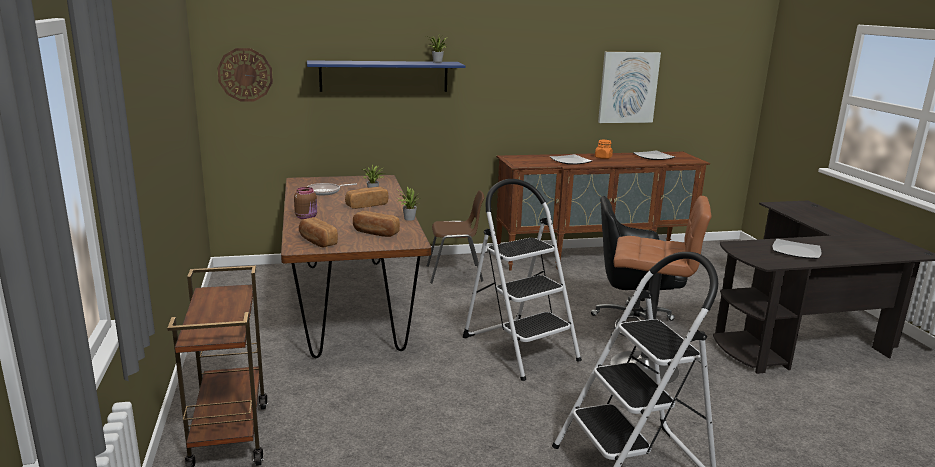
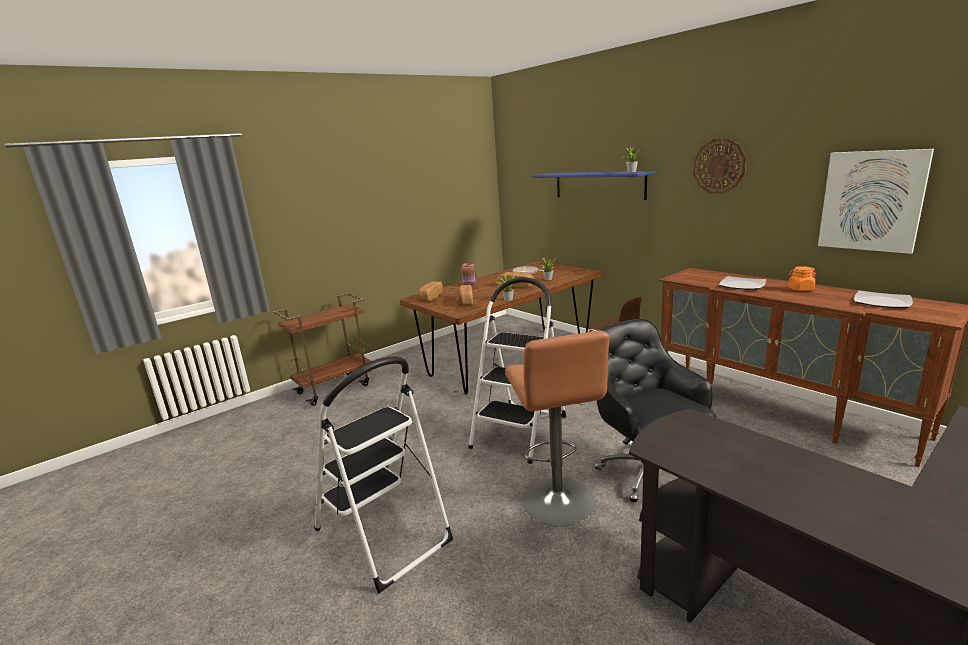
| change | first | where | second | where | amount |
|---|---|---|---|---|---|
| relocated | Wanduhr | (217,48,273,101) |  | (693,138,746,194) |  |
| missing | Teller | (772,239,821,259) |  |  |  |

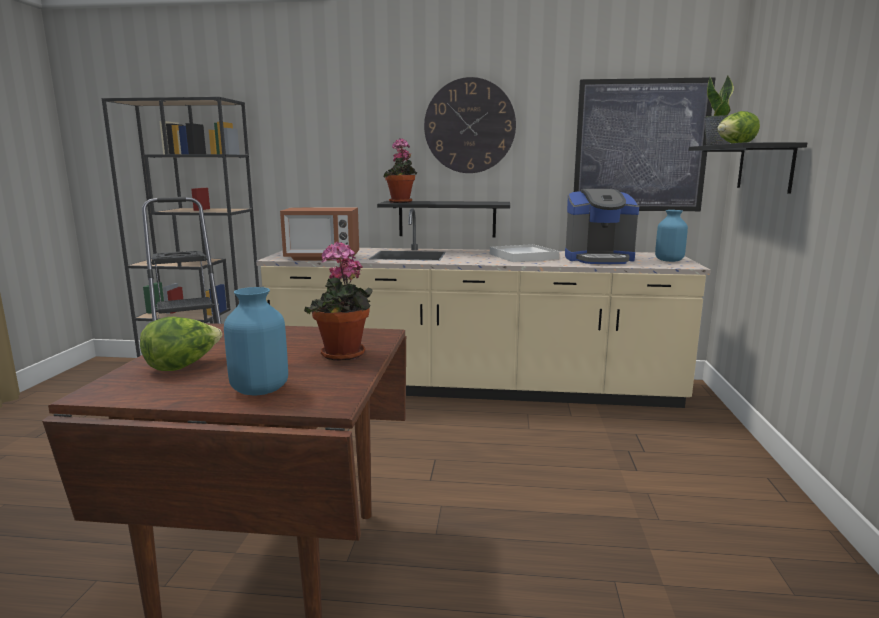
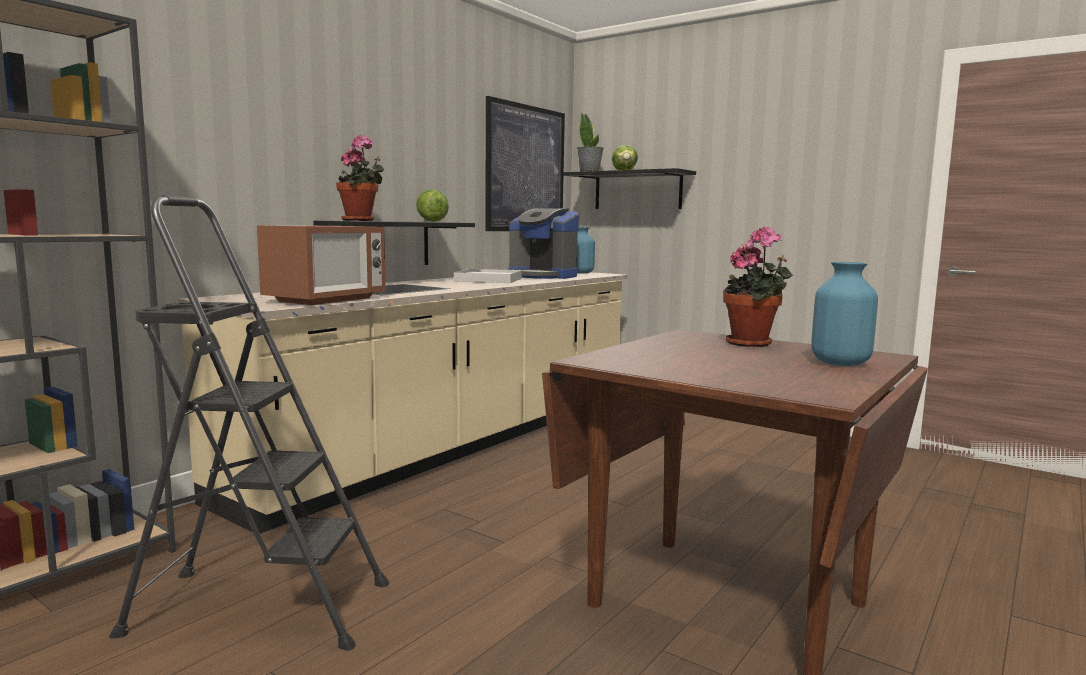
| change | first | where | second | where | amount |
|---|---|---|---|---|---|
| relocated | Salatkopf | (140,317,222,371) |  | (416,189,449,222) |  |
| spun | Kaffeemaschine | (565,189,639,264) |  | (509,208,579,279) | 90 degrees clockwise |
| missing | Wanduhr | (424,77,516,173) |  |  |  |

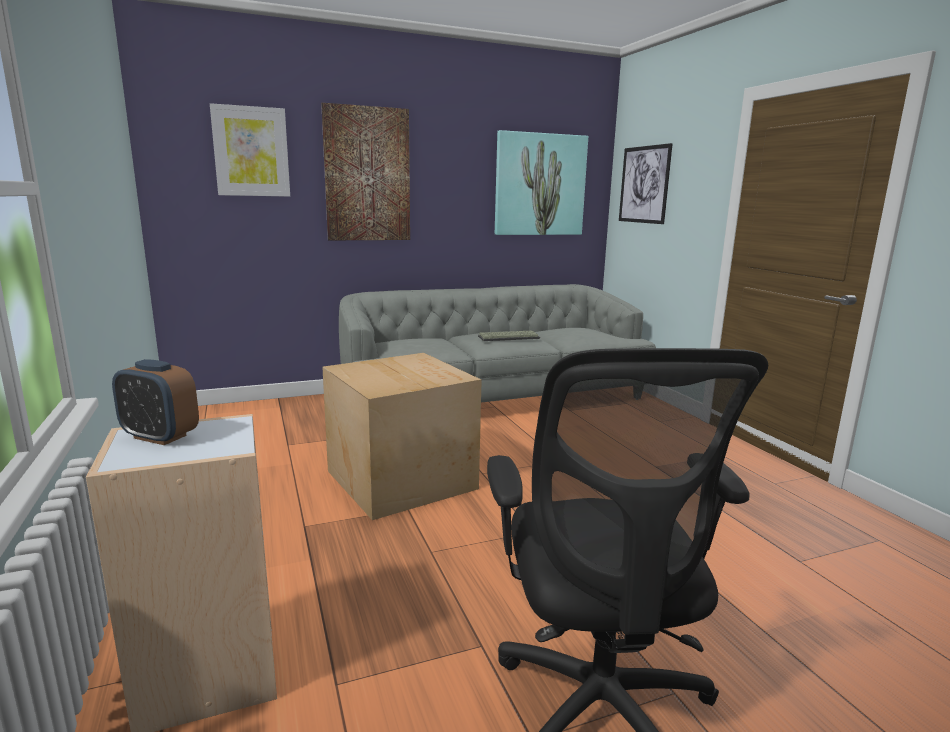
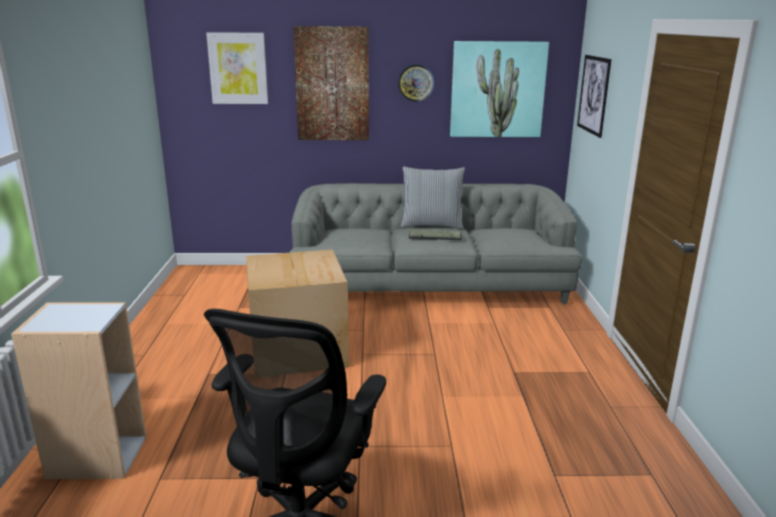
| change | first | where | second | where | amount |
|---|---|---|---|---|---|
| appeared |  |  | Wanduhr | (398,64,434,102) |  |
| appeared |  |  | Kissen | (401,167,465,229) |  |
| missing | Wecker | (112,359,199,445) |  |  |  |

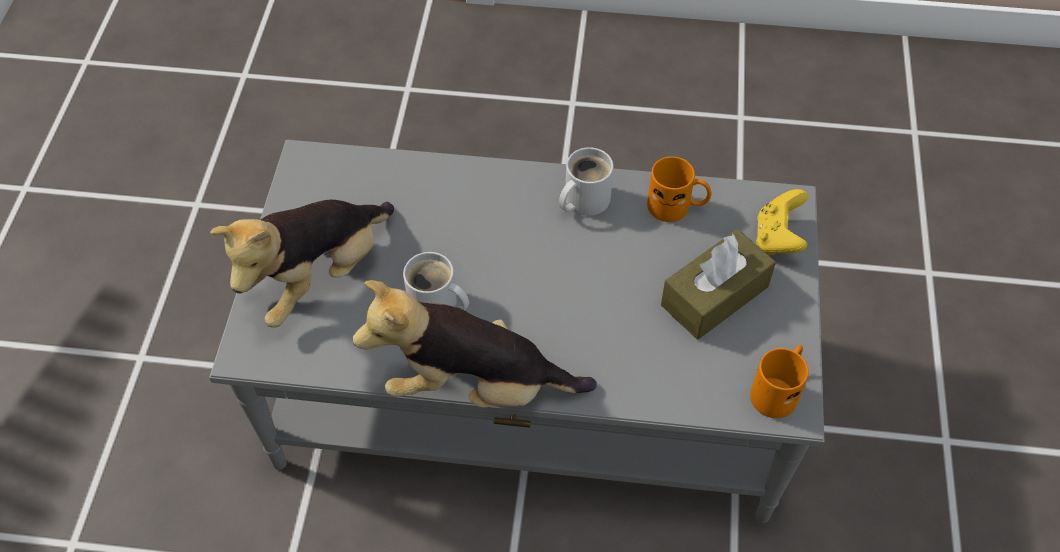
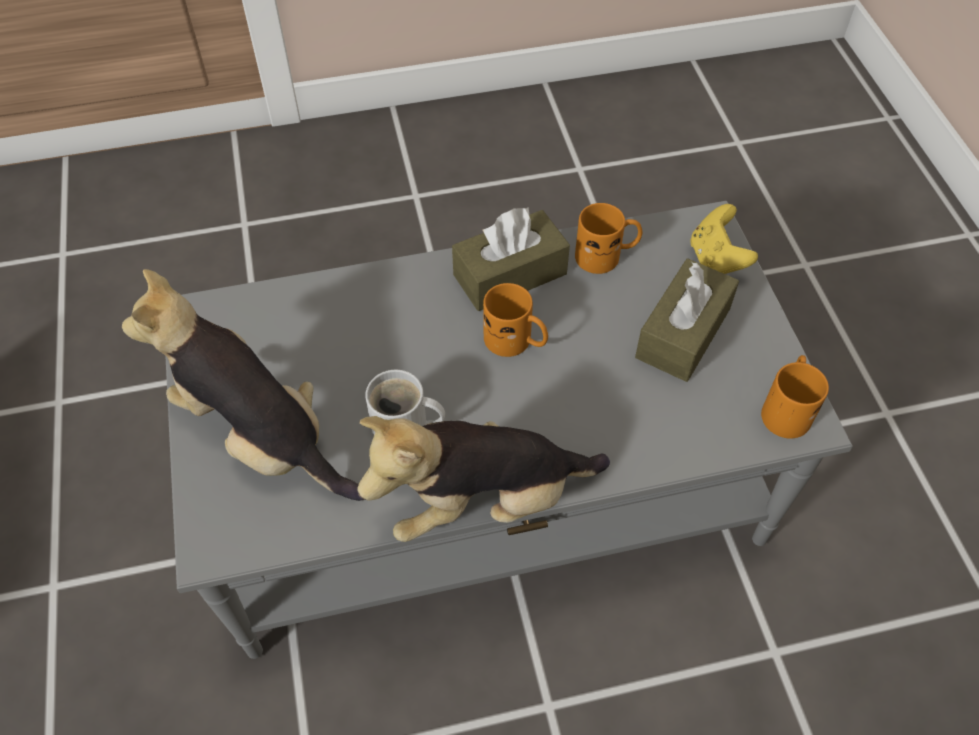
| change | first | where | second | where | amount |
|---|---|---|---|---|---|
| spun | Plüschtier | (210,200,394,327) |  | (122,269,364,501) | 105 degrees clockwise |
| exchanged | Henkelbecher (weiß) | (559,147,614,216) | Taschentuchbox (braun) | (452,207,570,311) |  |
| appeared |  |  | Henkelbecher (orange) | (483,283,548,357) |  |

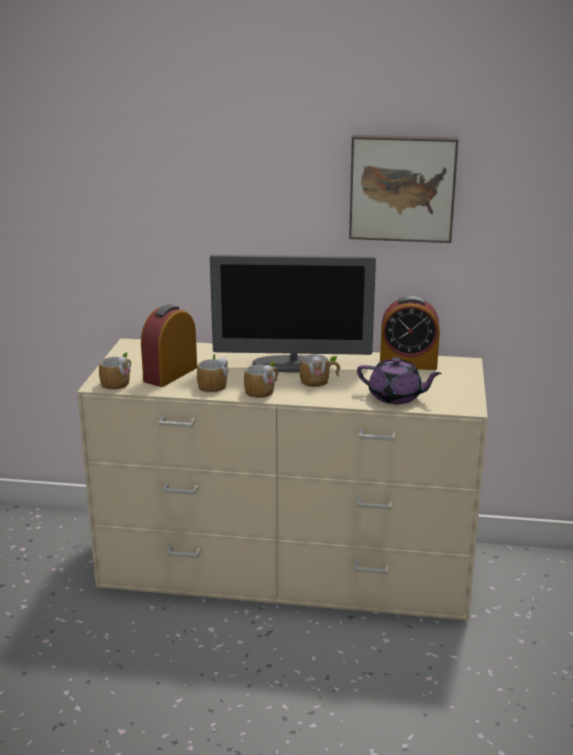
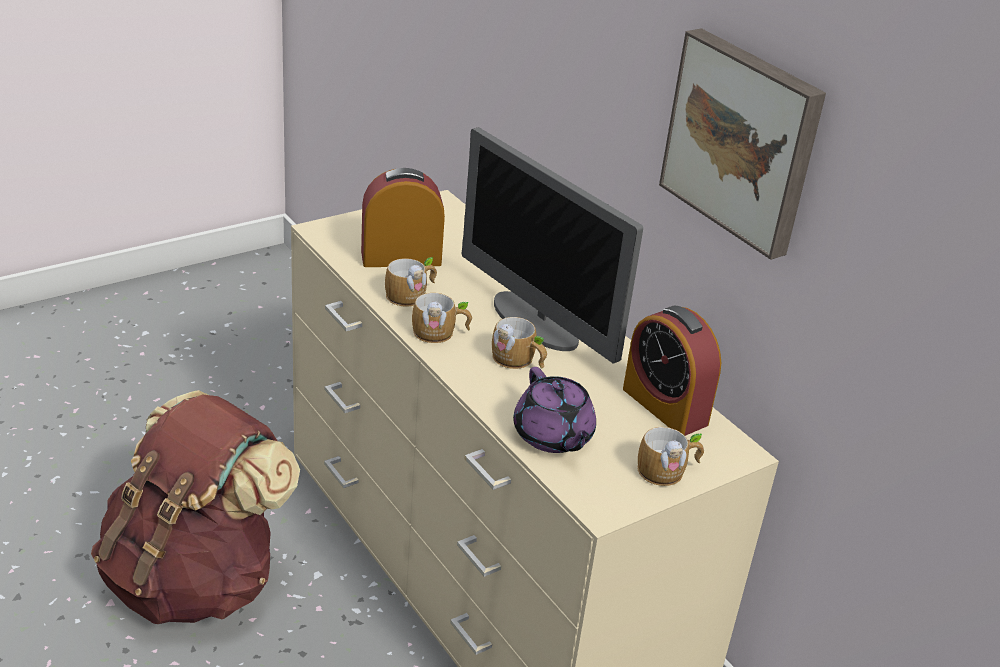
| change | first | where | second | where | amount |
|---|---|---|---|---|---|
| appeared |  |  | Rucksack (braun) | (91,390,300,624) |  |
| relocated | Henkelbecher | (99,352,131,390) |  | (637,427,704,486) |  |

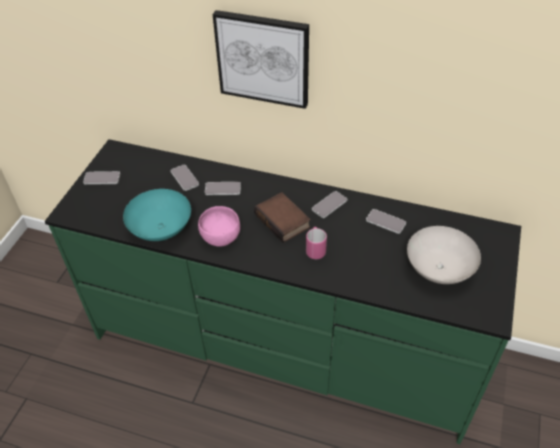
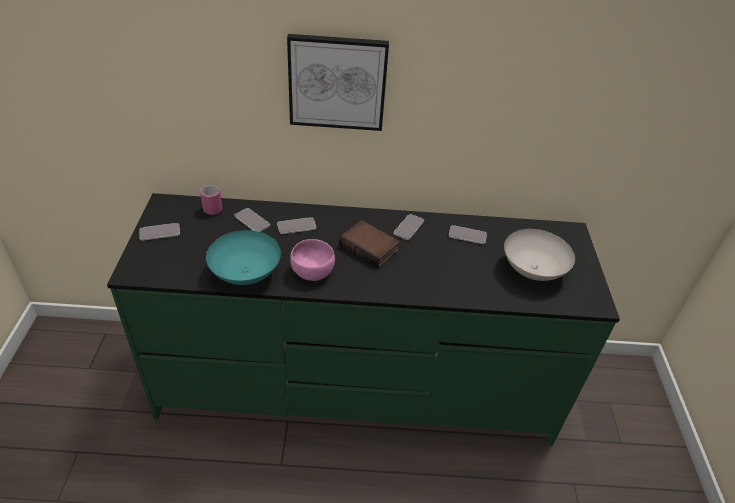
| change | first | where | second | where | amount |
|---|---|---|---|---|---|
| relocated | Henkelbecher (rosa) | (306,227,327,259) |  | (200,185,222,215) |  |

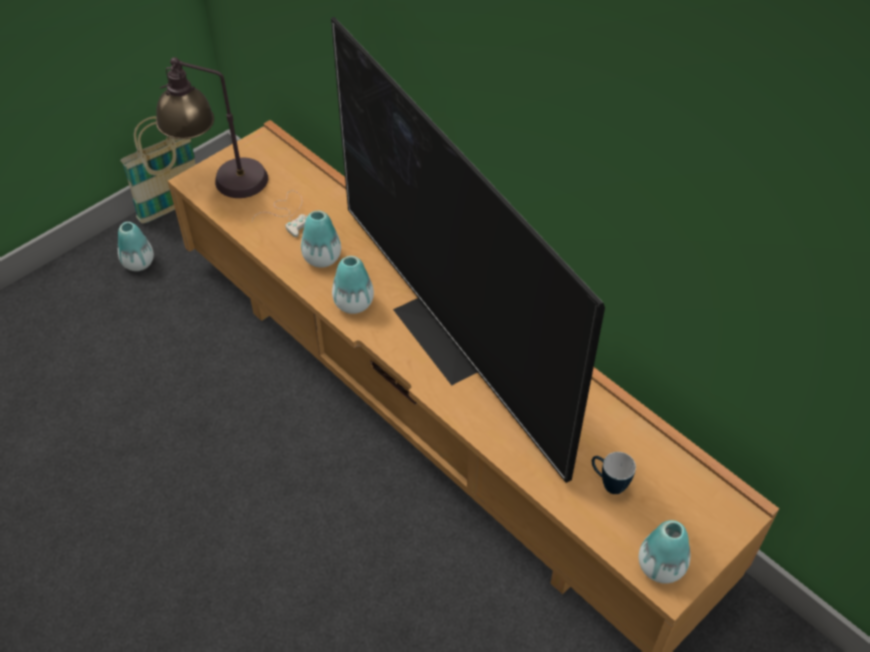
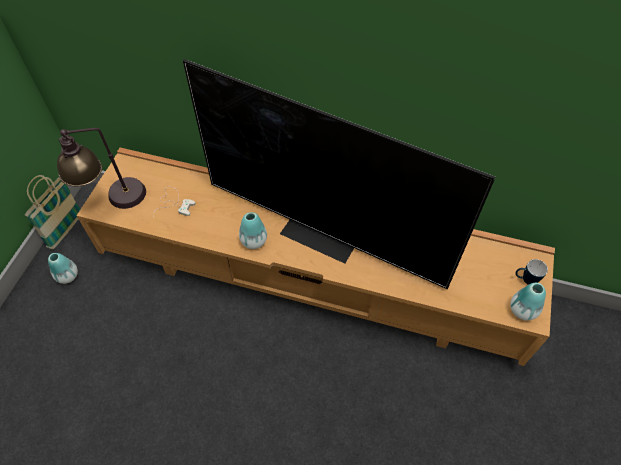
| change | first | where | second | where | amount |
|---|---|---|---|---|---|
| relocated | Henkelbecher | (592,452,636,494) |  | (516,259,548,285) |  |
| missing | Vase | (301,211,341,268) |  |  |  |

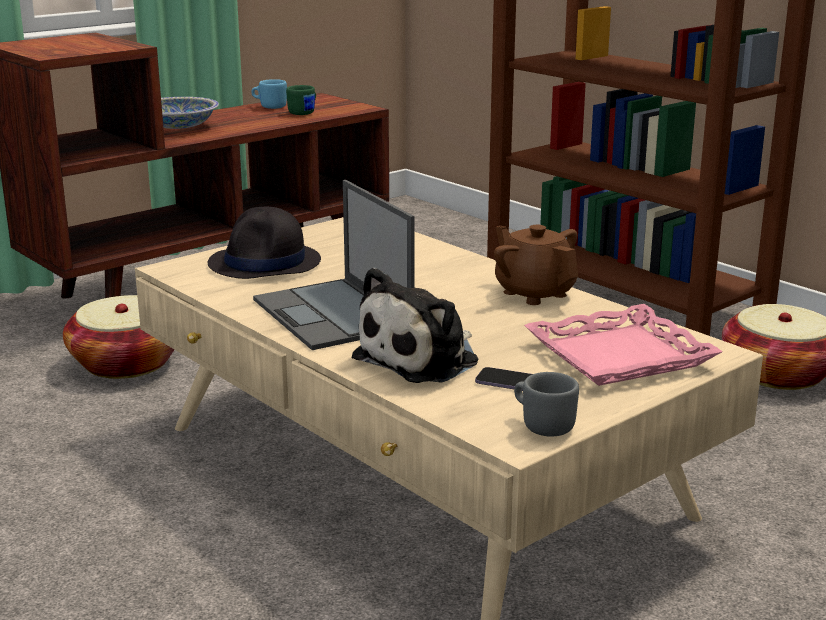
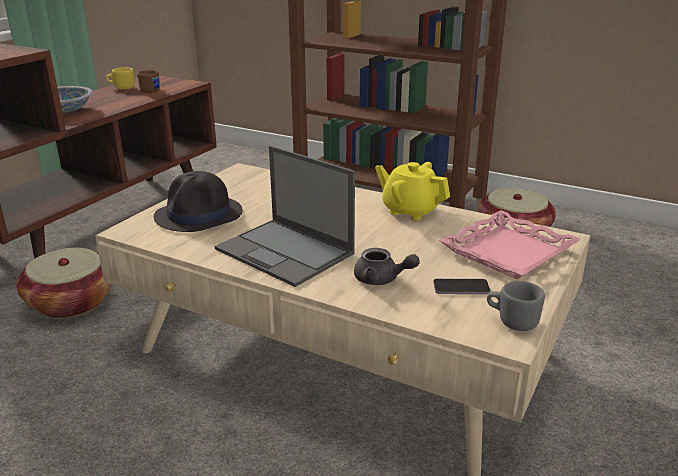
| change | first | where | second | where | amount |
|---|---|---|---|---|---|
| colour | Henkelbecher (blau) | (251,79,287,109) | Henkelbecher (gelb) | (106,67,135,90) |  |
| colour | Henkelbecher (grün) | (286,85,316,115) | Henkelbecher (braun) | (137,70,160,93) |  |
| exchanged | Plüschtier | (351,267,478,383) | Teekanne (grau) | (354,248,420,285) |  |
| colour | Teekanne (braun) | (494,225,578,305) | Teekanne (gelb) | (375,162,450,221) |  |

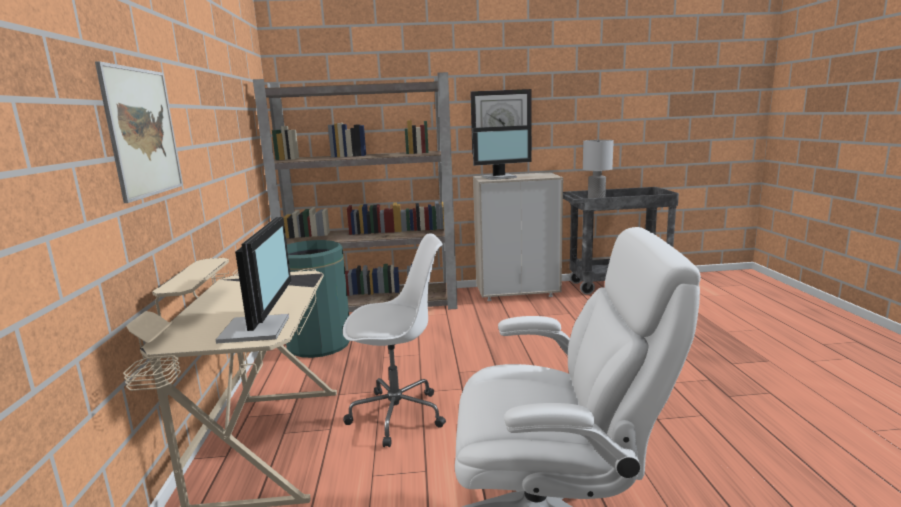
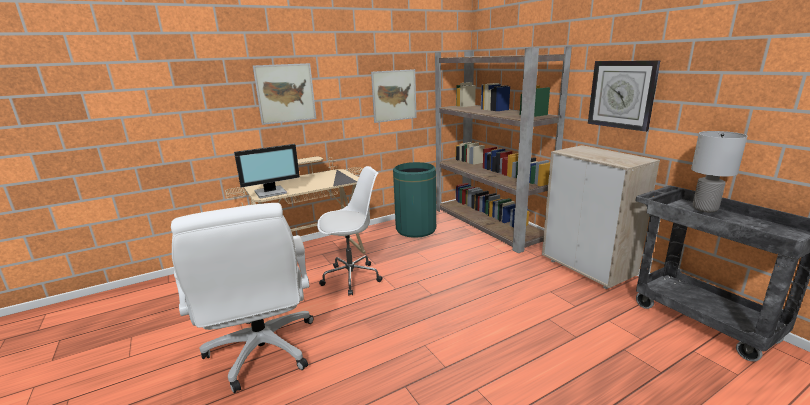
| change | first | where | second | where | amount |
|---|---|---|---|---|---|
| spun | Bürostuhl (weiß) | (343,234,446,447) |  | (317,166,383,295) | 75 degrees counterclockwise |
| appeared |  |  | Bild | (371,69,417,123) |  |
| missing | Monitor | (472,125,532,180) |  |  |  |

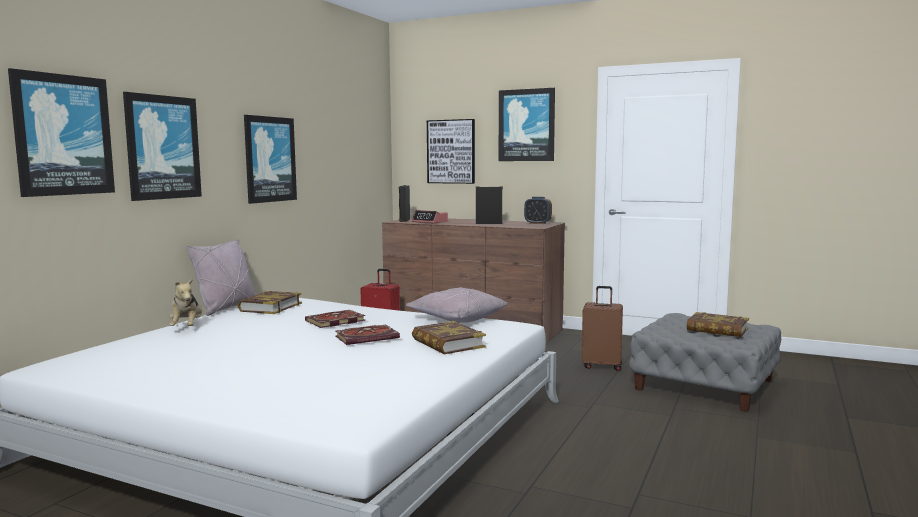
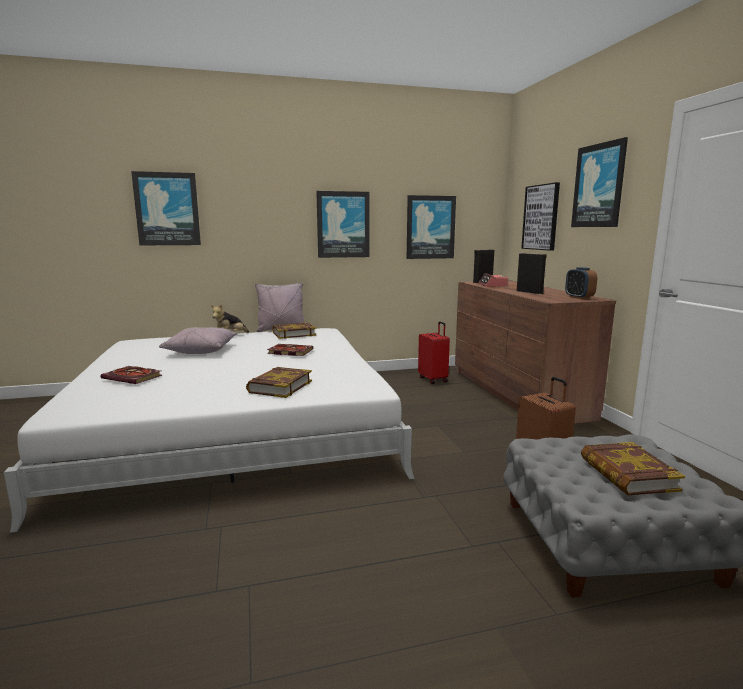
| change | first | where | second | where | amount |
|---|---|---|---|---|---|
| relocated | Buch | (336,325,400,345) |  | (101,366,162,384) |  |
| relocated | Kissen (lila) | (406,287,508,323) |  | (159,327,237,354) |  |
| relocated | Bild | (123,92,202,201) |  | (407,195,456,259) |  |

